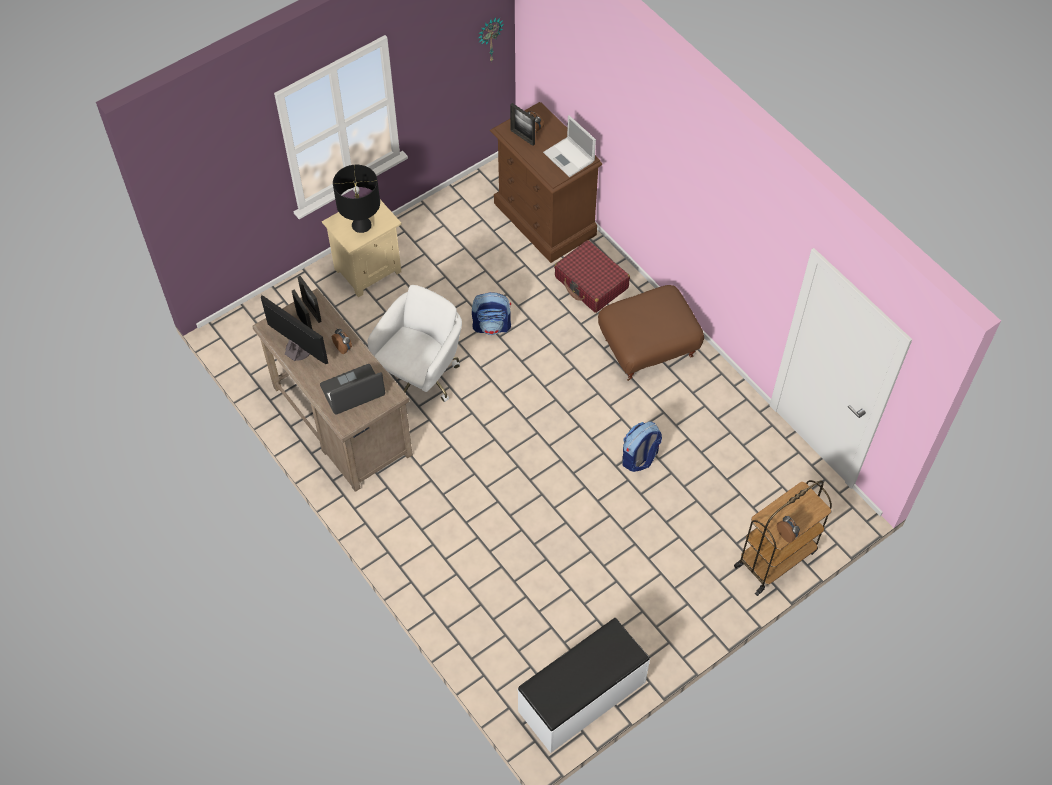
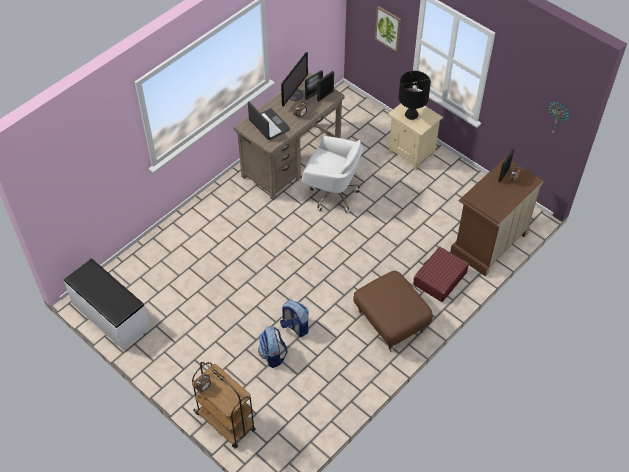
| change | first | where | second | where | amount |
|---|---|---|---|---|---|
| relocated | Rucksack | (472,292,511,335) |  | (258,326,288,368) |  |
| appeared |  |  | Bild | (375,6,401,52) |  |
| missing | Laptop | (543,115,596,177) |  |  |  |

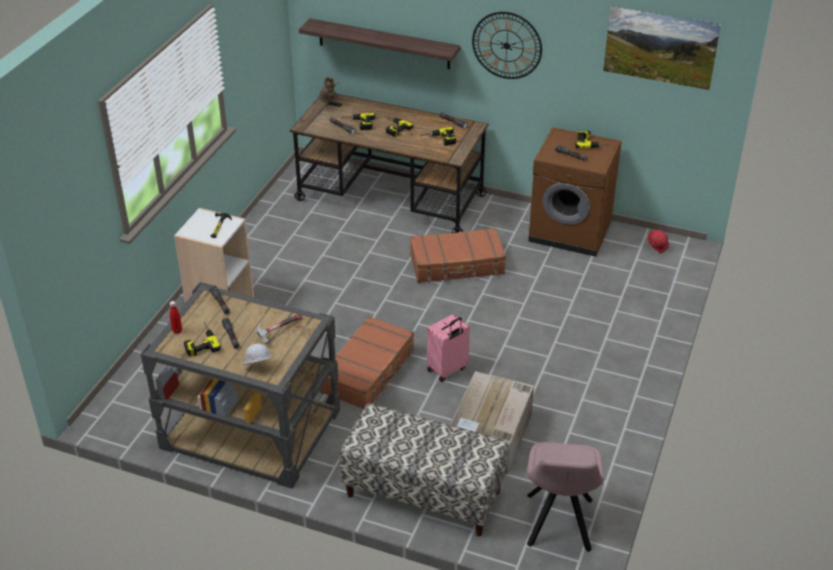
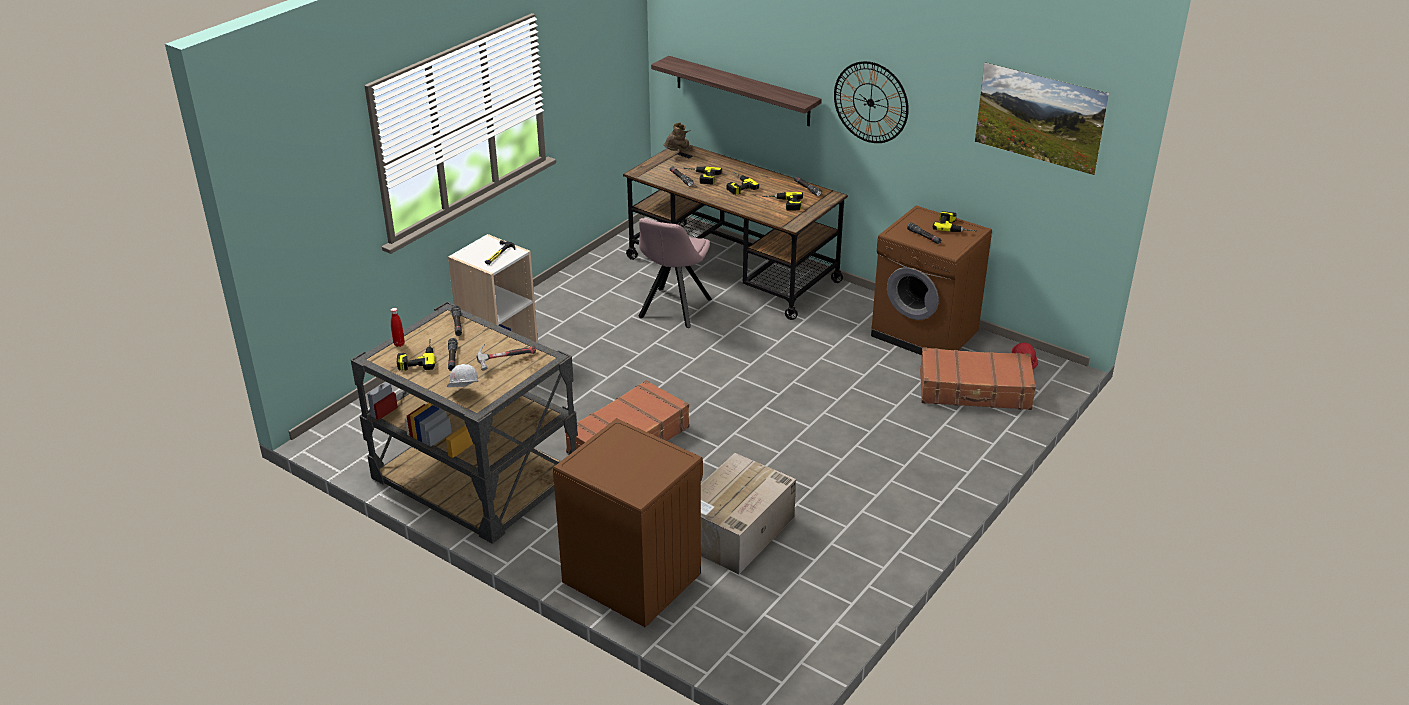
| change | first | where | second | where | amount |
|---|---|---|---|---|---|
| exchanged | Bank | (339,404,508,536) | Waschmaschine (braun) | (553,418,703,627) |  |
| relocated | Stuhl (rosa) | (527,442,604,552) |  | (639,218,712,328) |  |
| relocated | Koffer (braun) | (410,228,506,283) |  | (920,347,1036,410) |  |
| missing | Koffer (rosa) | (427,314,470,382) |  |  |  |

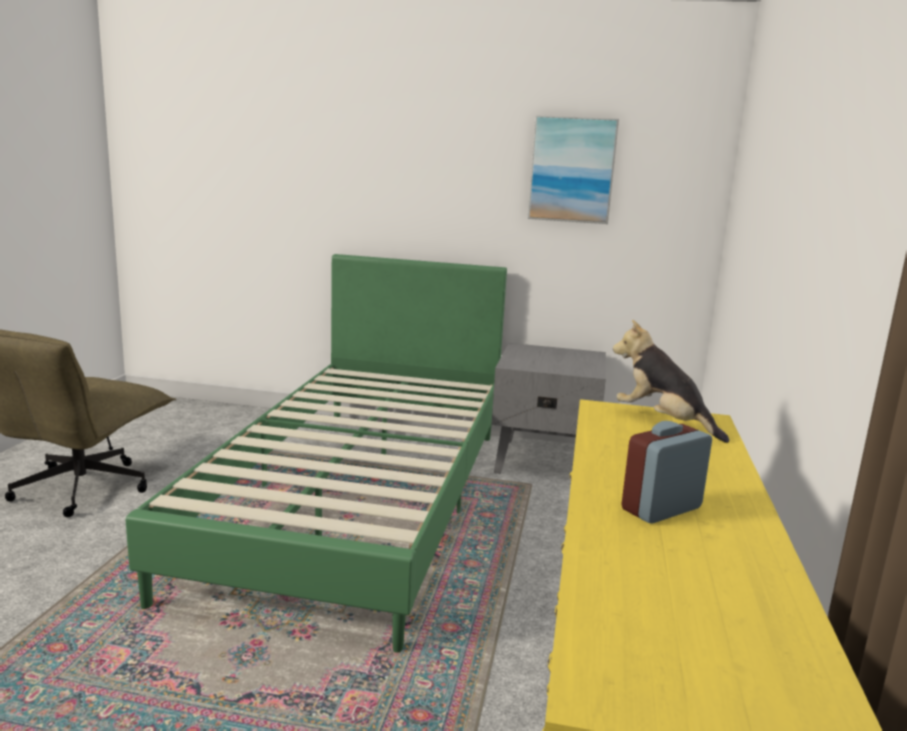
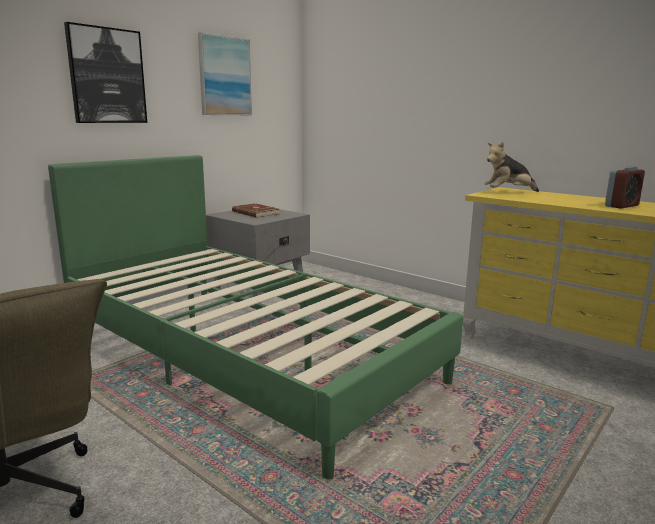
| change | first | where | second | where | amount |
|---|---|---|---|---|---|
| appeared |  |  | Bild | (64,22,147,123) |  |
| appeared |  |  | Buch (braun) | (232,203,279,218) |  |
| spun | Wecker | (621,421,712,523) |  | (605,166,645,209) | 120 degrees counterclockwise |

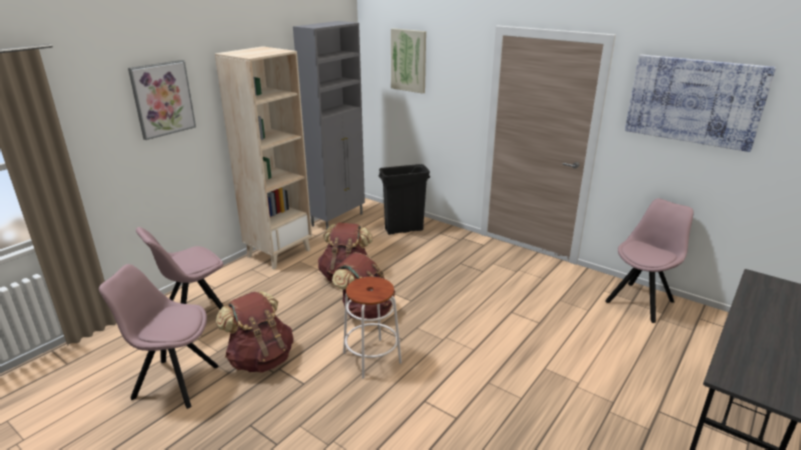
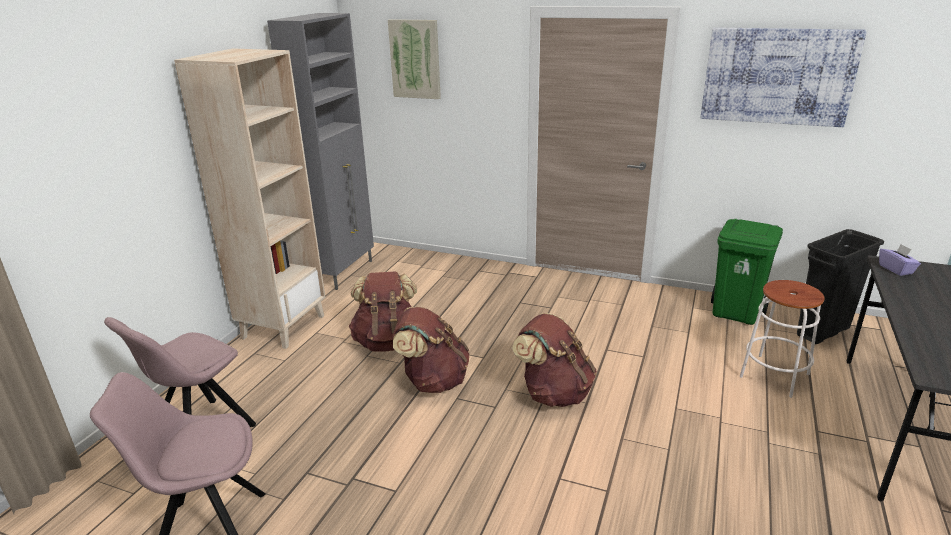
| change | first | where | second | where | amount |
|---|---|---|---|---|---|
| relocated | Rucksack (braun) | (216,291,294,373) |  | (512,313,597,407) |  |
| exchanged | Stuhl (rosa) | (605,198,694,323) | Mülleimer (grün) | (711,219,783,325) |  |
| relocated | Hocker (weiß) | (343,277,402,379) |  | (740,280,825,398) |  |
| relocated | Mülleimer (schwarz) | (379,164,430,235) |  | (797,229,884,344) |  |
| appeared |  |  | Taschentuchbox (lila) | (879,244,921,276) |  |
| missing | Bild | (128,60,196,140) |  |  |  |

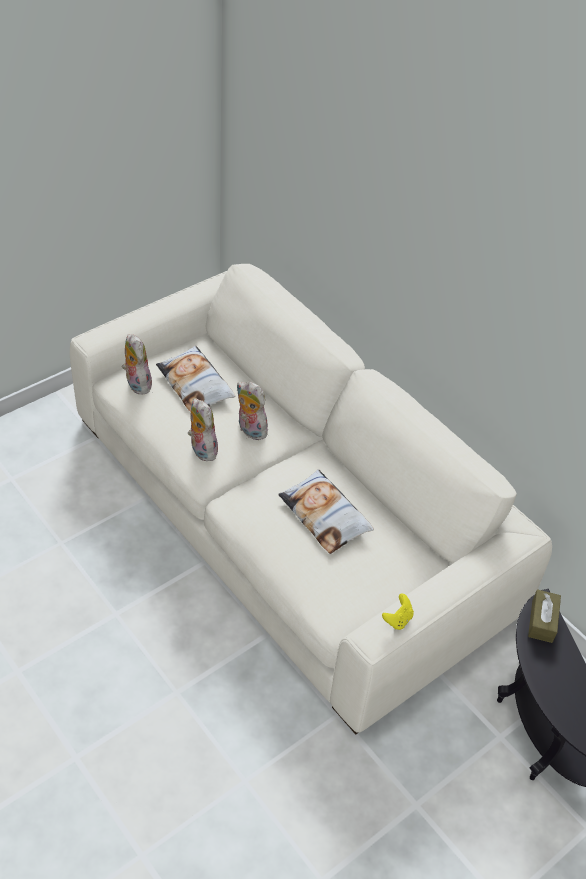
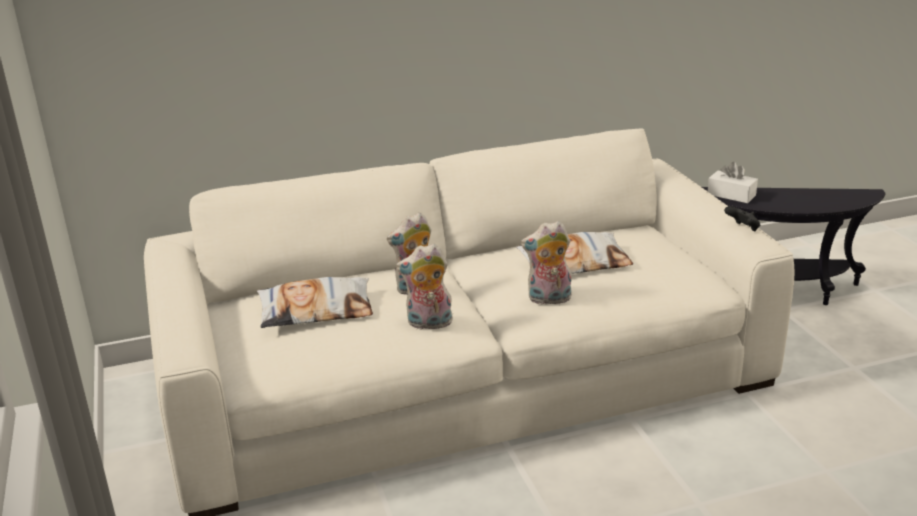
| change | first | where | second | where | amount |
|---|---|---|---|---|---|
| relocated | Plüschtier | (122,334,152,394) |  | (521,221,572,305) |  |
| colour | Taschentuchbox (braun) | (528,589,561,643) | Taschentuchbox (weiß) | (708,162,758,203) |  |
| colour | Gamepad (gelb) | (382,594,414,630) | Gamepad (schwarz) | (724,206,760,231) |  |

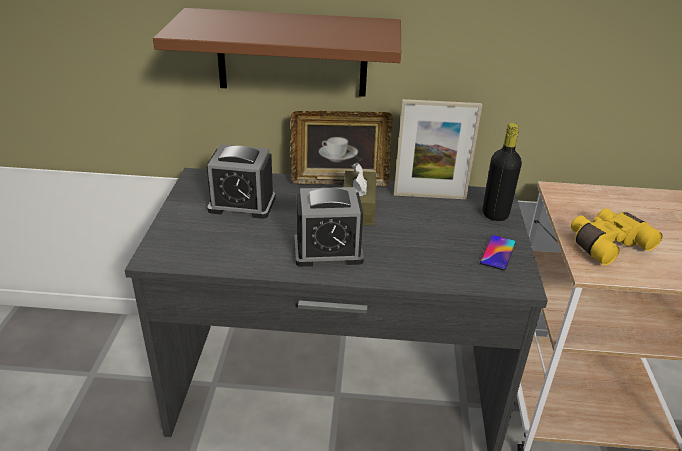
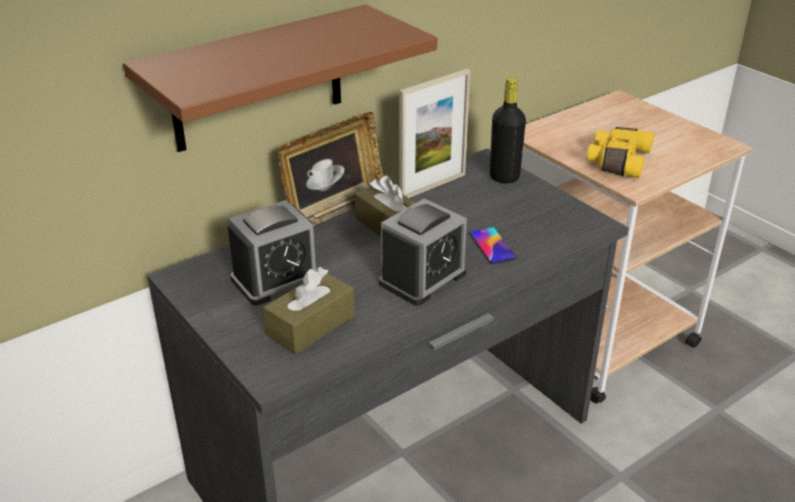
| change | first | where | second | where | amount |
|---|---|---|---|---|---|
| appeared |  |  | Taschentuchbox (braun) | (263,267,355,355) |  |
| relocated | Handy | (480,235,516,270) |  | (469,227,516,264) |  |

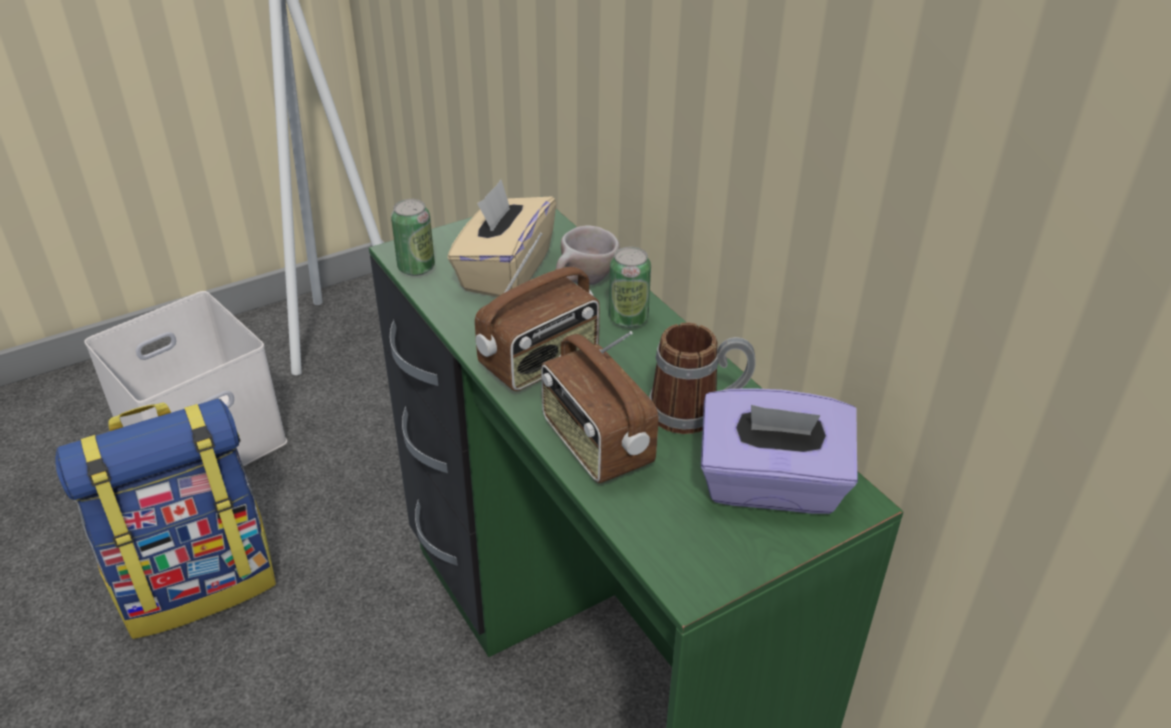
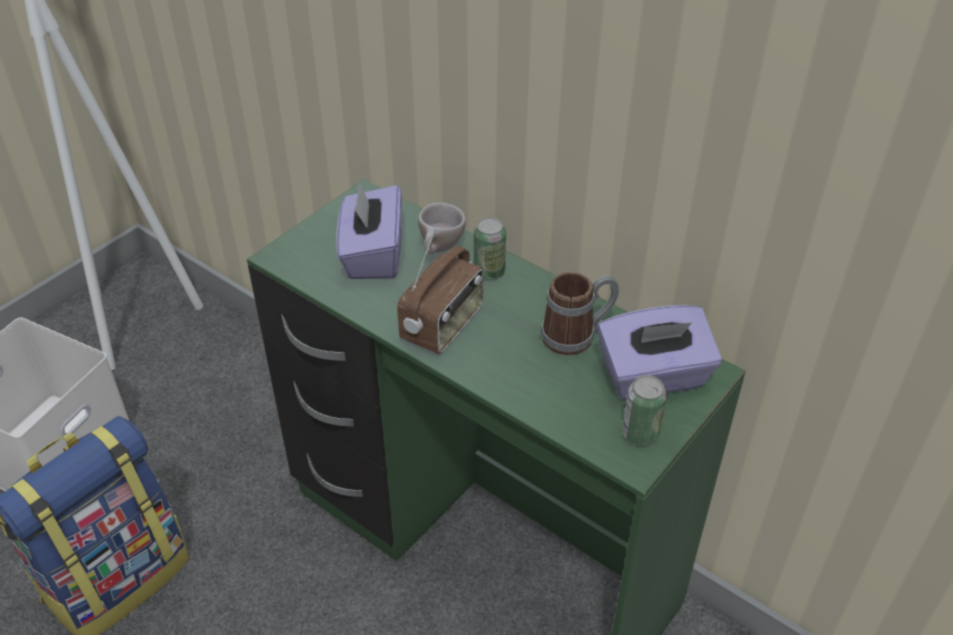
| change | first | where | second | where | amount |
|---|---|---|---|---|---|
| colour | Taschentuchbox (beige) | (447,180,556,297) | Taschentuchbox (lila) | (336,183,402,279) |  |
| relocated | Dose | (391,199,435,276) |  | (622,375,667,445) |  |
| missing | Radio | (541,331,659,483) |  |  |  |

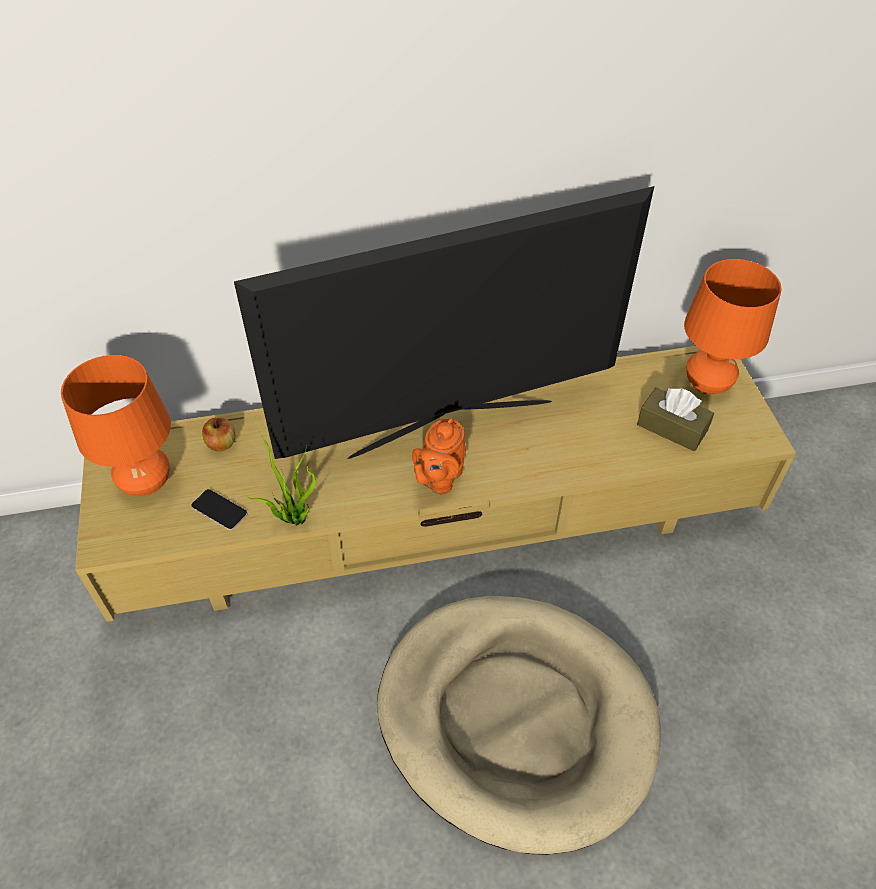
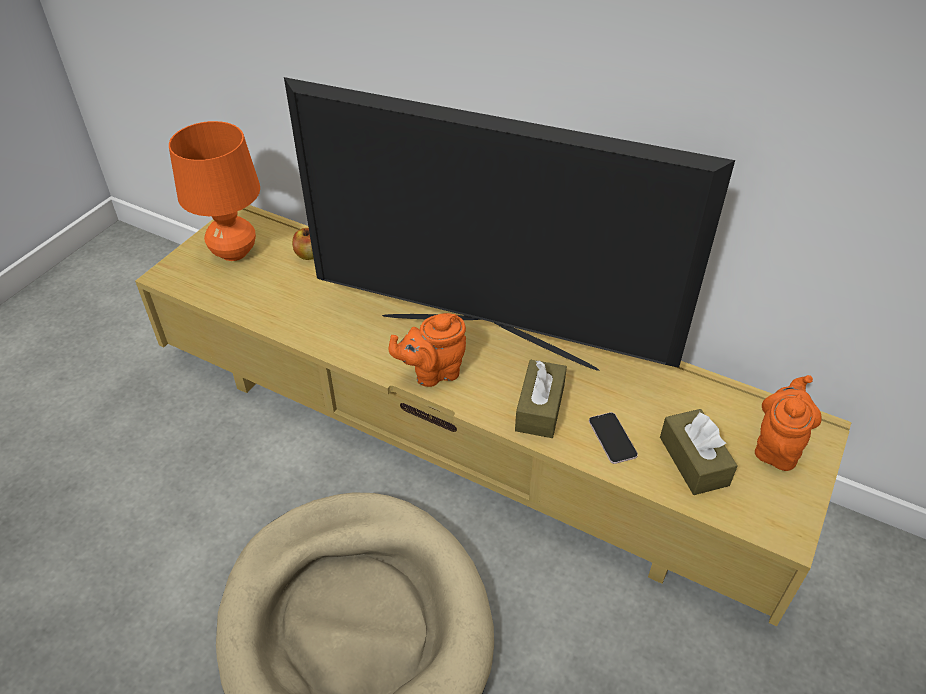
| change | first | where | second | where | amount |
|---|---|---|---|---|---|
| appeared |  |  | Taschentuchbox (braun) | (515,360,567,438) |  |
| relocated | Handy | (191,489,248,530) |  | (589,412,638,464) |  |
| exchanged | Tischlampe (orange) | (684,259,782,395) | Teekanne (orange) | (755,375,821,471) |  |
| missing | Topfpflanze | (242,419,316,526) |  |  |  |

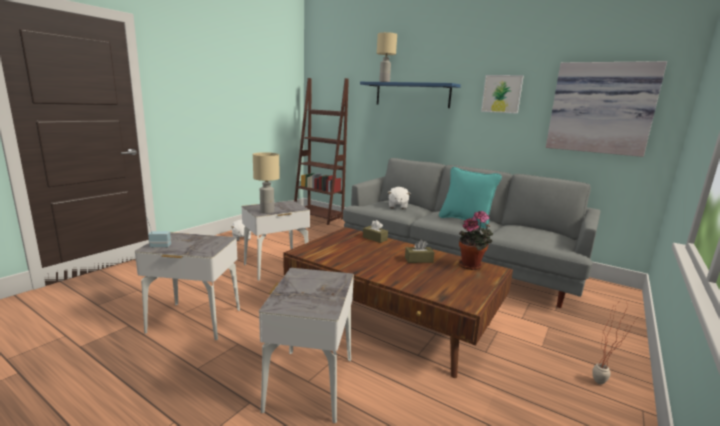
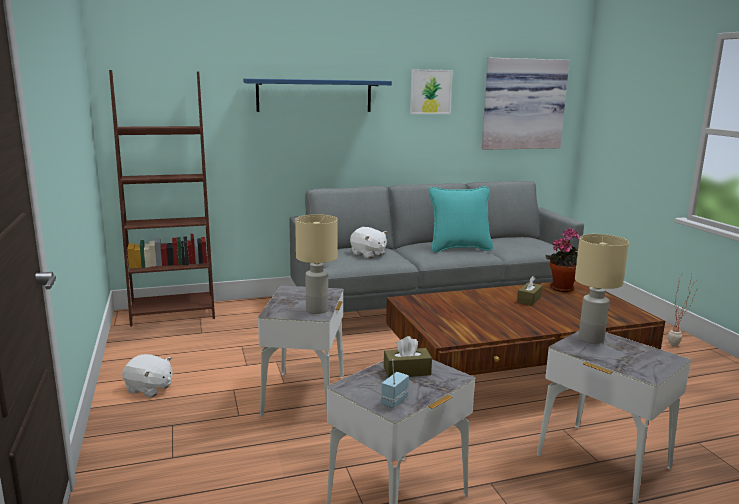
| change | first | where | second | where | amount |
|---|---|---|---|---|---|
| relocated | Taschentuchbox (braun) | (363,220,388,243) |  | (384,336,432,378) |  |
| relocated | Tischlampe (beige) | (377,32,397,82) |  | (575,234,629,344) |  |

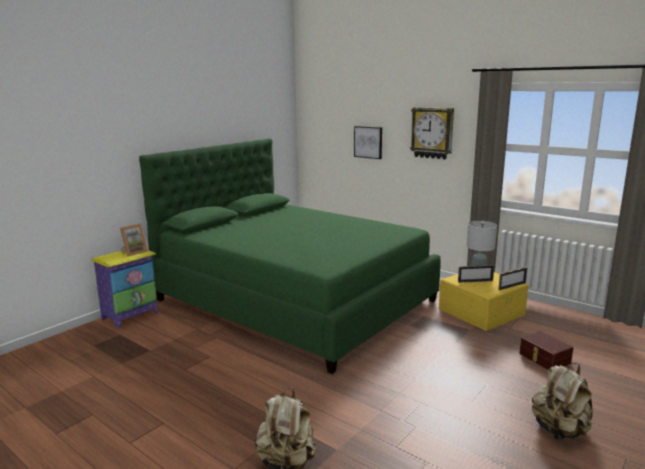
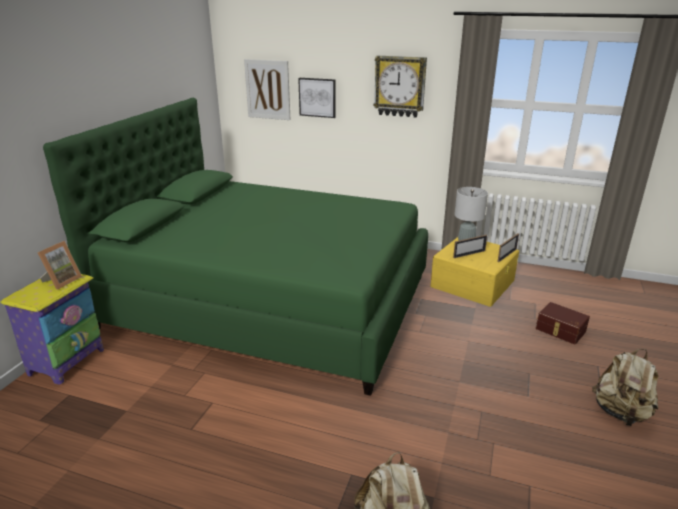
| change | first | where | second | where | amount |
|---|---|---|---|---|---|
| appeared |  |  | Bild | (244,59,290,120) |  |

